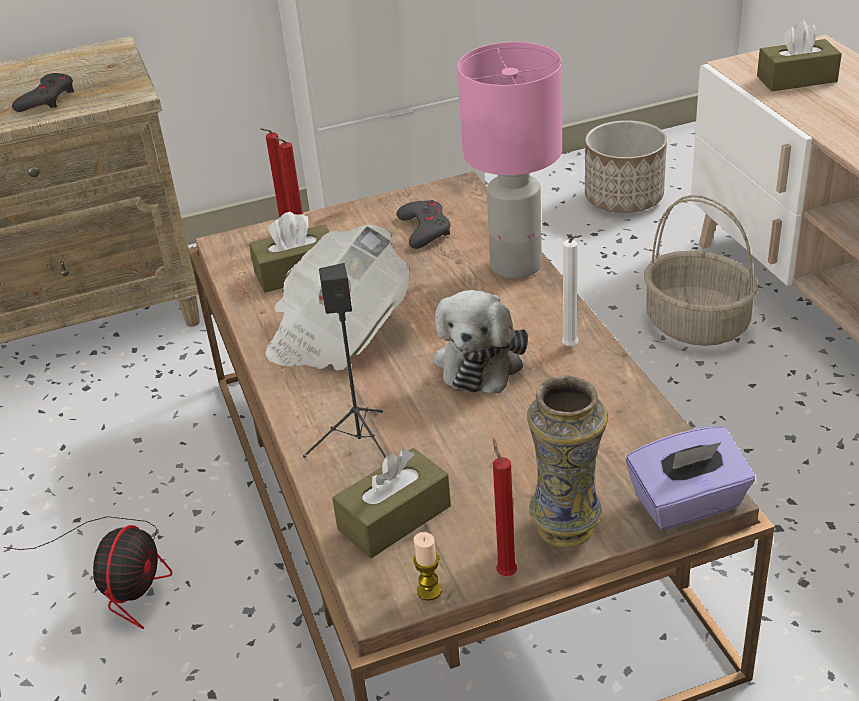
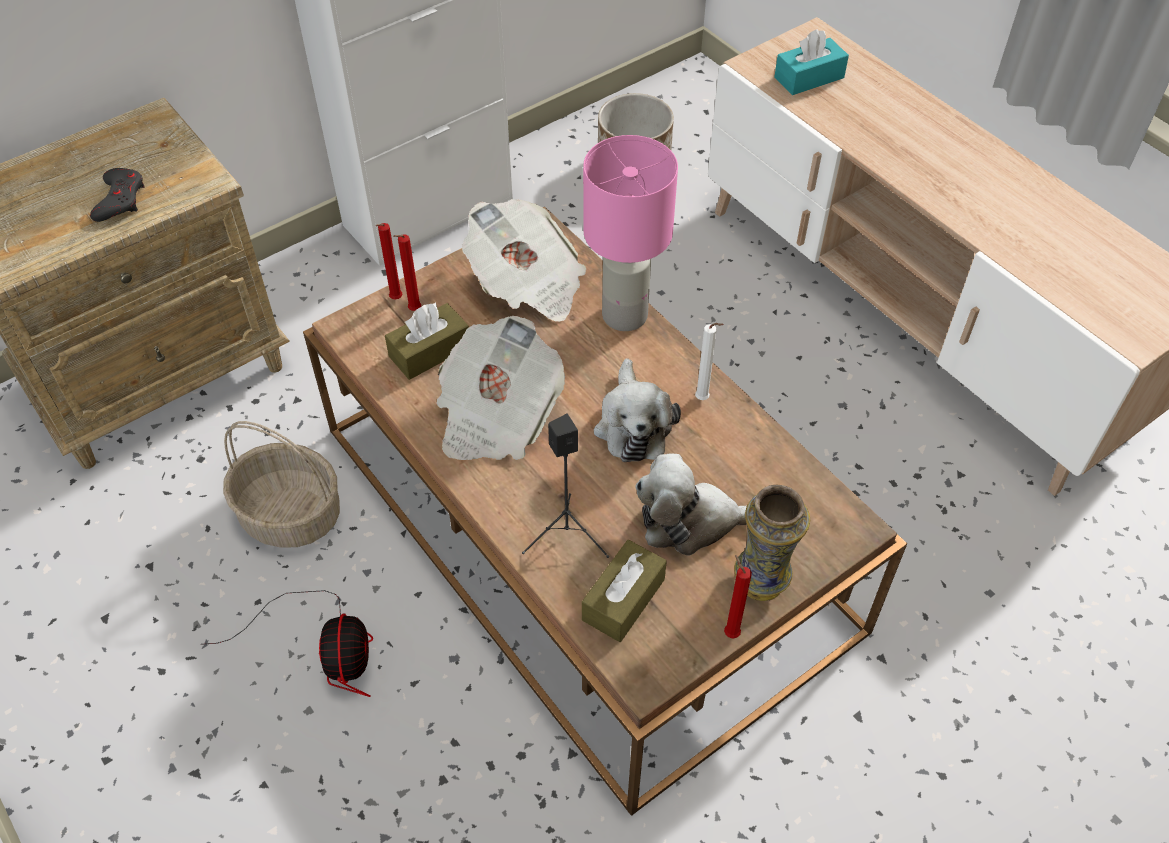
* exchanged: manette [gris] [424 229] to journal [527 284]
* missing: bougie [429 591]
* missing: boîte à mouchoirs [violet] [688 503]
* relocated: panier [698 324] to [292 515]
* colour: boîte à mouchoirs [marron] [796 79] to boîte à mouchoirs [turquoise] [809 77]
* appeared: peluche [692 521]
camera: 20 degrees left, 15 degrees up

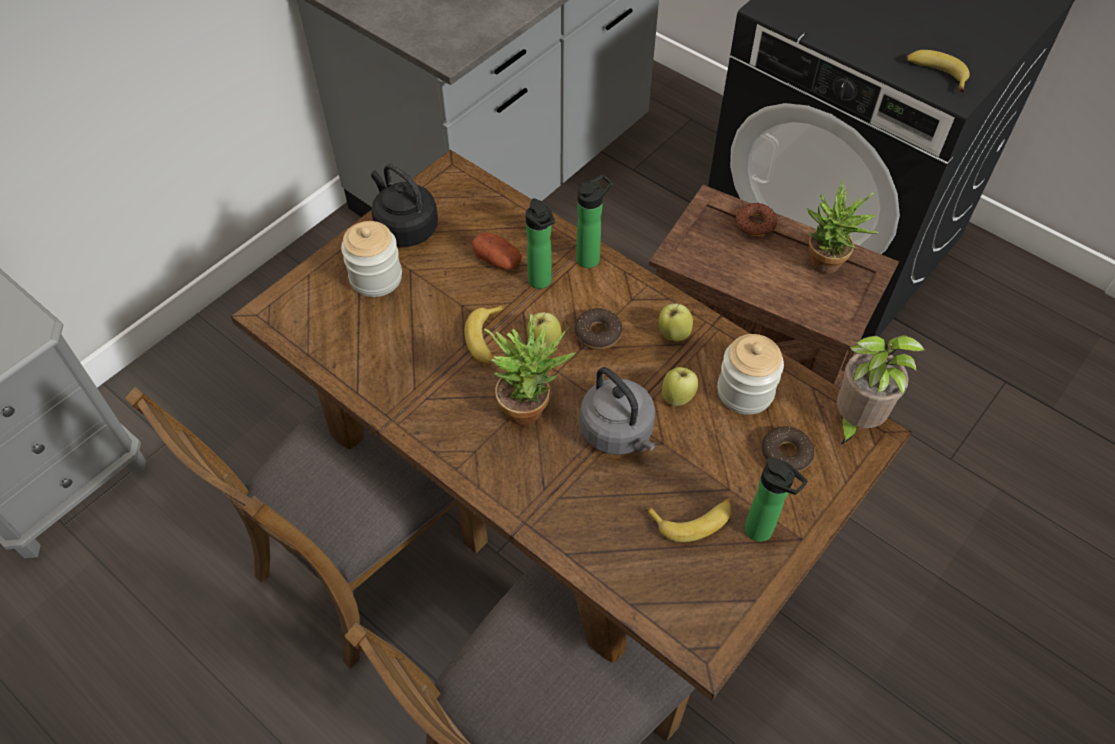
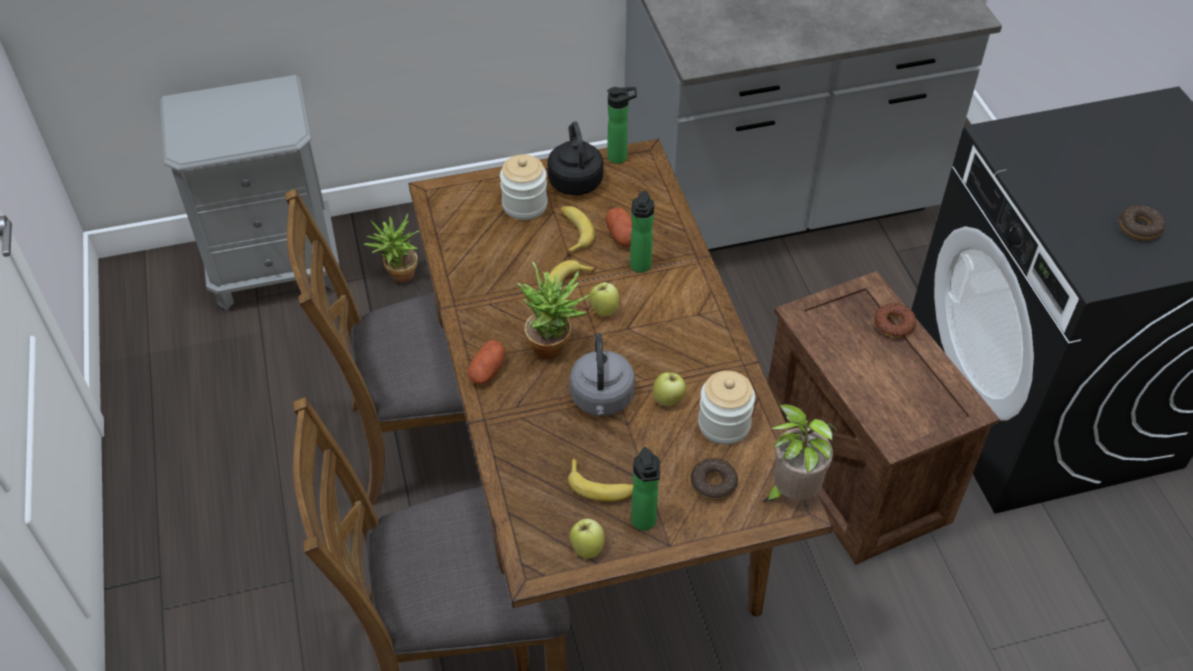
* relocated: beignet [598 334] to [1139 228]
* relocated: bouteille [591 258] to [620 157]
* relocated: pomme [673 334] to [587 548]
* relocated: plante en pot [826 267] to [399 277]
* relocated: banane [935 74] to [573 232]
* appeared: pomme de terre [487 371]
camera: 35 degrees right, 5 degrees down

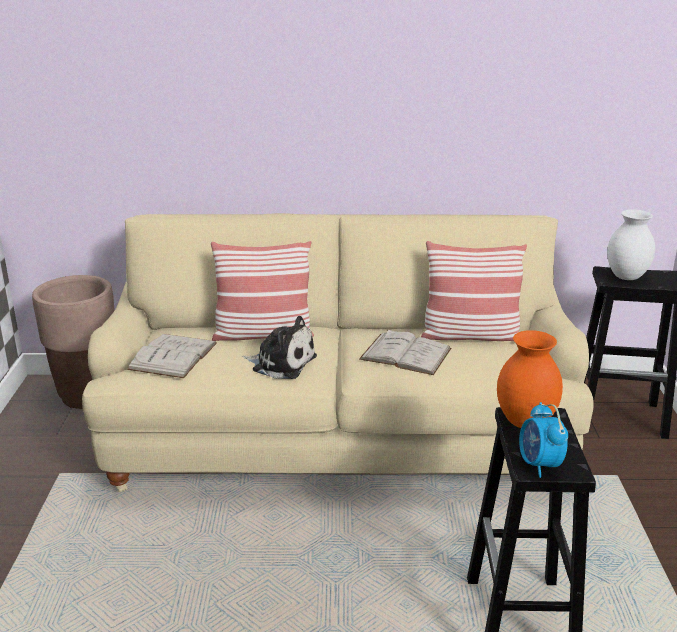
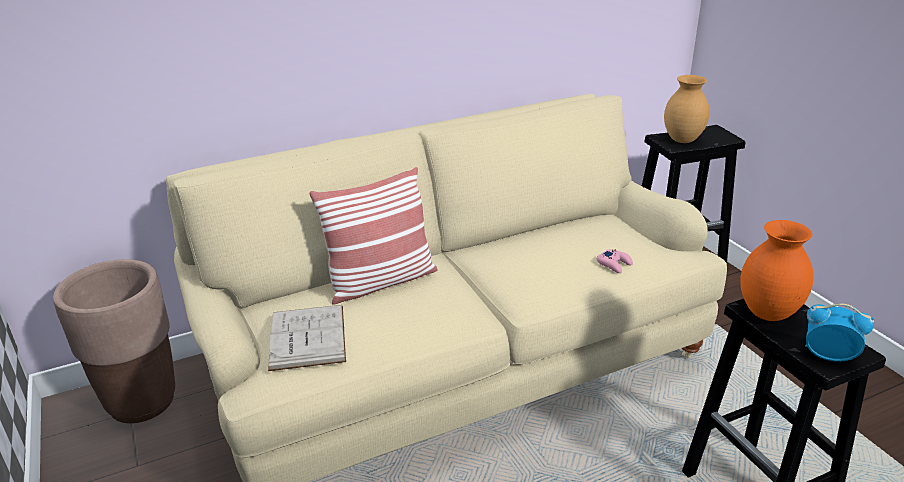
* missing: peluche [281 363]
* missing: livre [blanc] [405 354]
* missing: coussin [470 335]
* spun: réveil [539 465] = [827 356] 150 degrees clockwise
* colour: vase [blanc] [626 277] to vase [marron] [682 140]
* appeared: manette [rose] [614 264]
camera: 25 degrees left, 5 degrees up

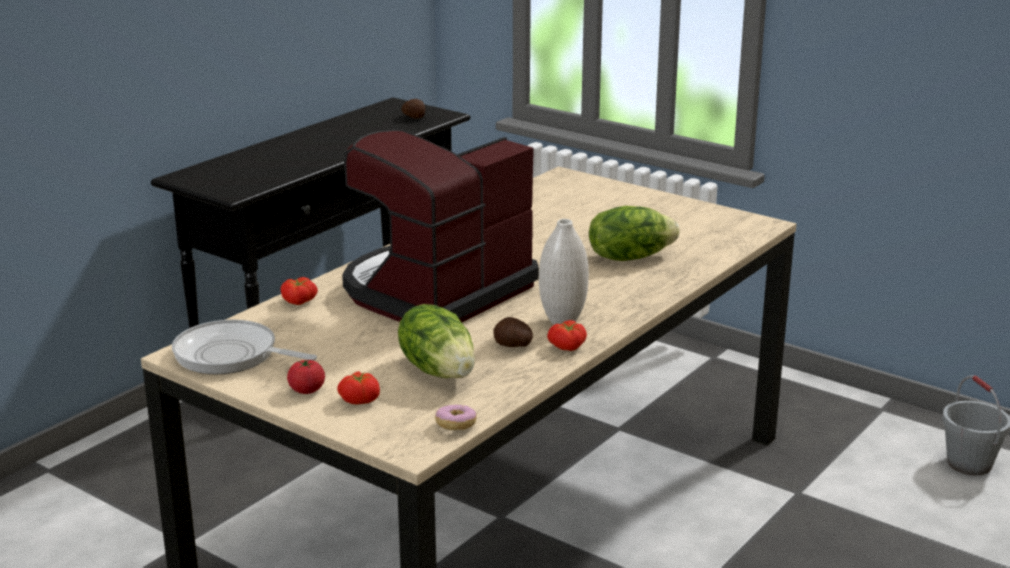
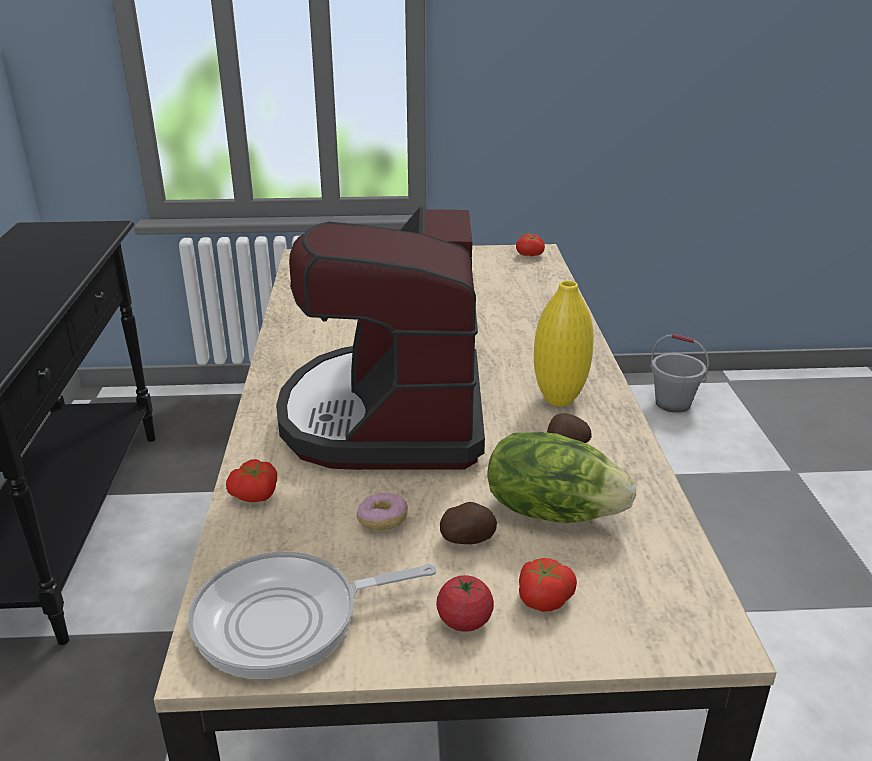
* relocated: pomme de terre [414 117] to [468 539]
* relocated: beignet [456 425] to [382 520]
* colour: vase [blanc] [562 322] to vase [jaune] [559 399]
* relocated: tomate [567 348] to [530 255]
* missing: laitue [629 257]
camera: 40 degrees left, 5 degrees up

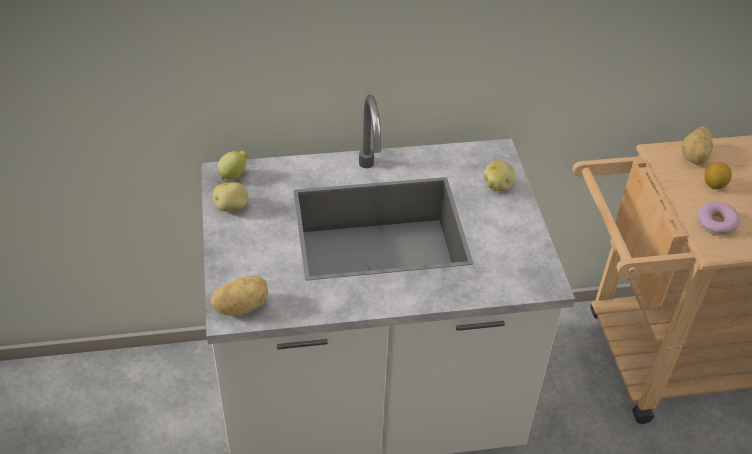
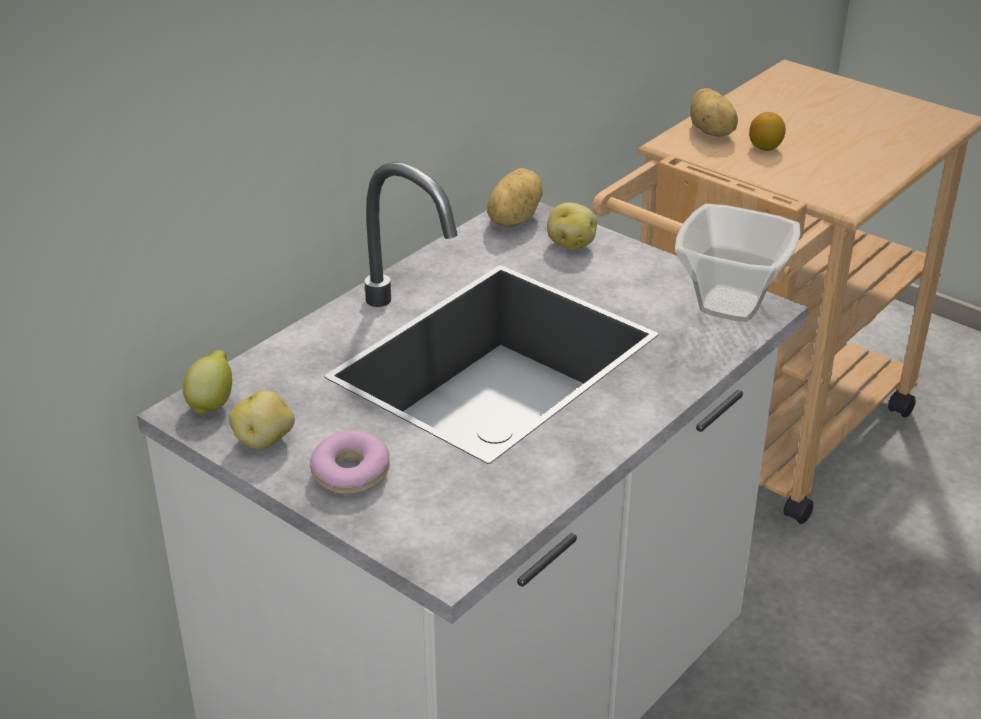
* relocated: pomme de terre [241 306] to [512 219]
* relocated: beignet [716 224] to [350 473]
* appeared: bol [729 303]
camera: 40 degrees left, 10 degrees down

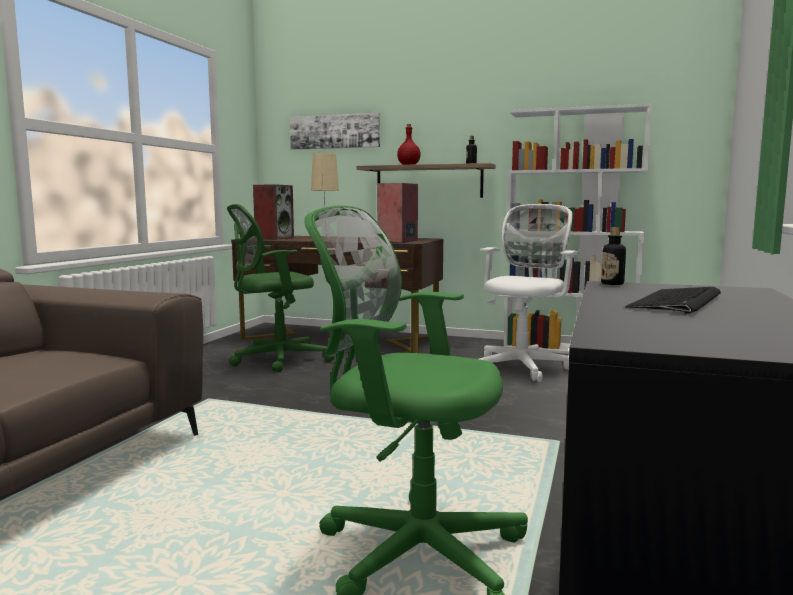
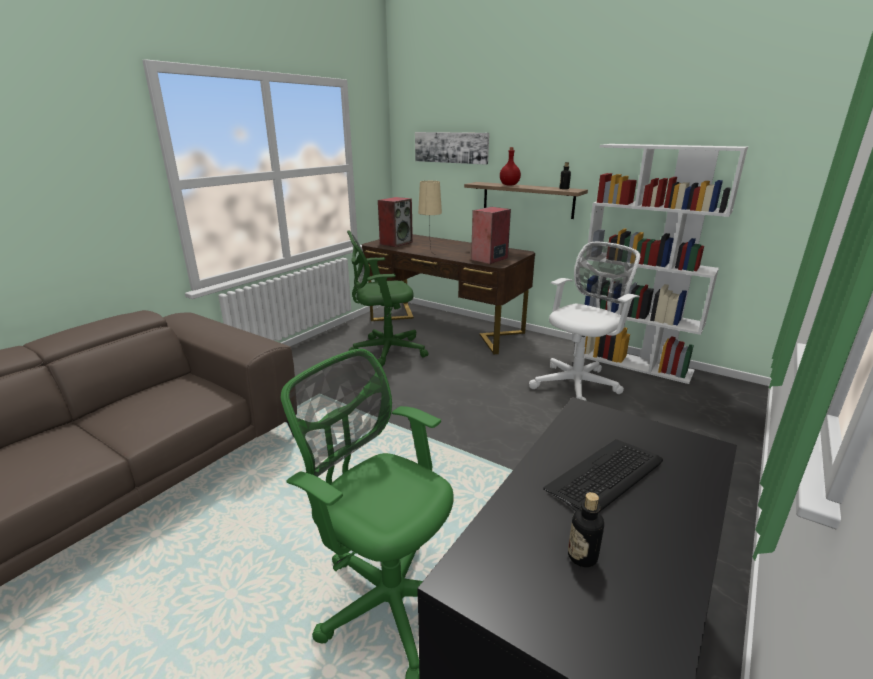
* relocated: bouteille [612 284] to [582 556]
camera: 15 degrees right, 15 degrees up

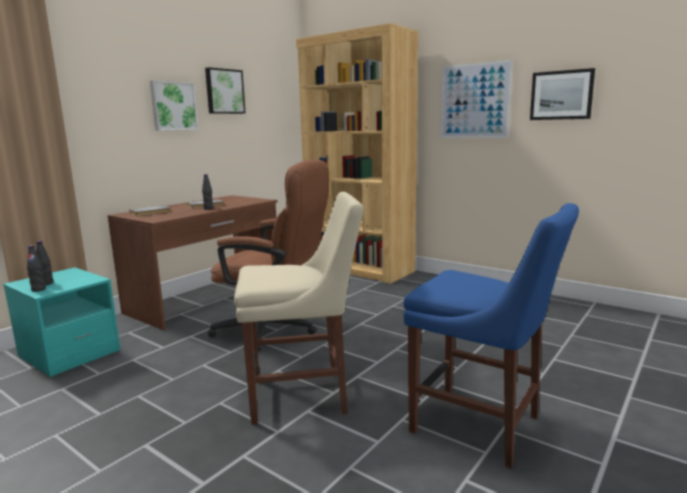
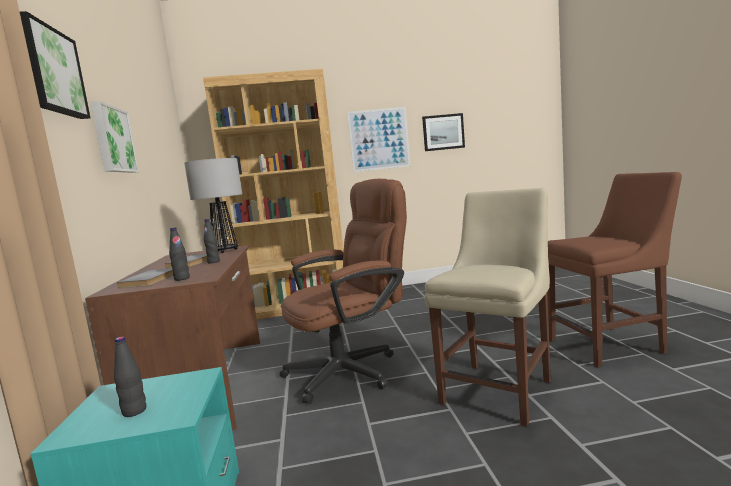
* relocated: bouteille [noir] [38 289] to [182 279]
* relocated: tableau [224 91] to [51 71]
* colour: chaise [bleu] [481 426] to chaise [marron] [609 345]
* appeared: lampe de table [225 251]
camera: 45 degrees left, 5 degrees down

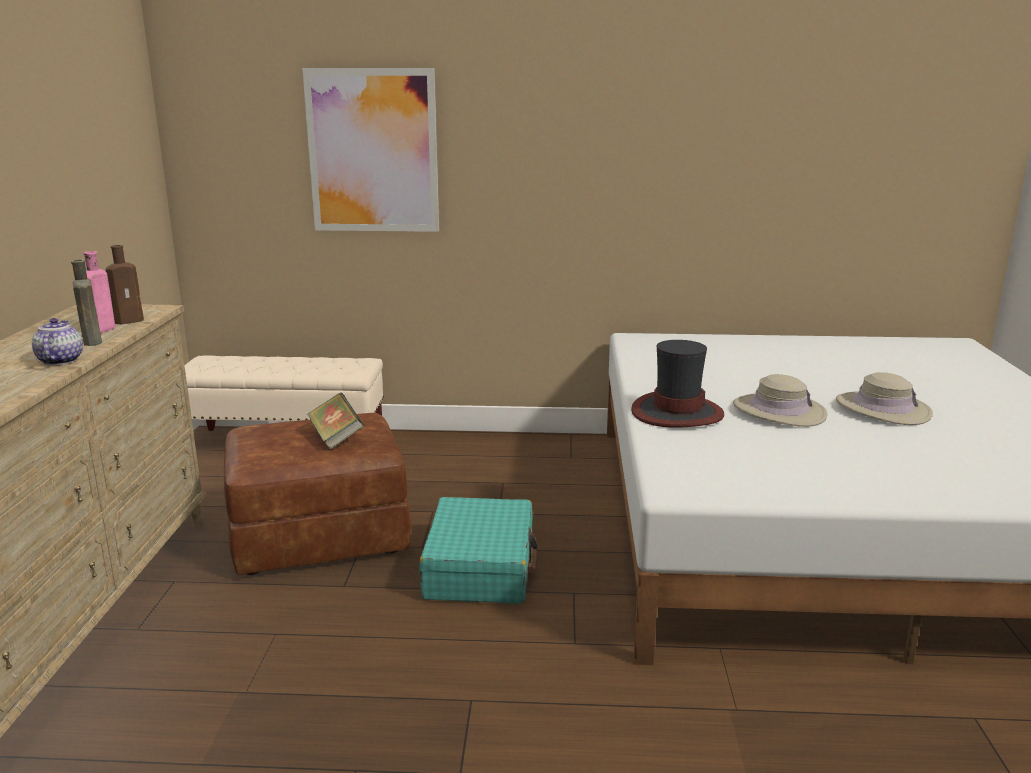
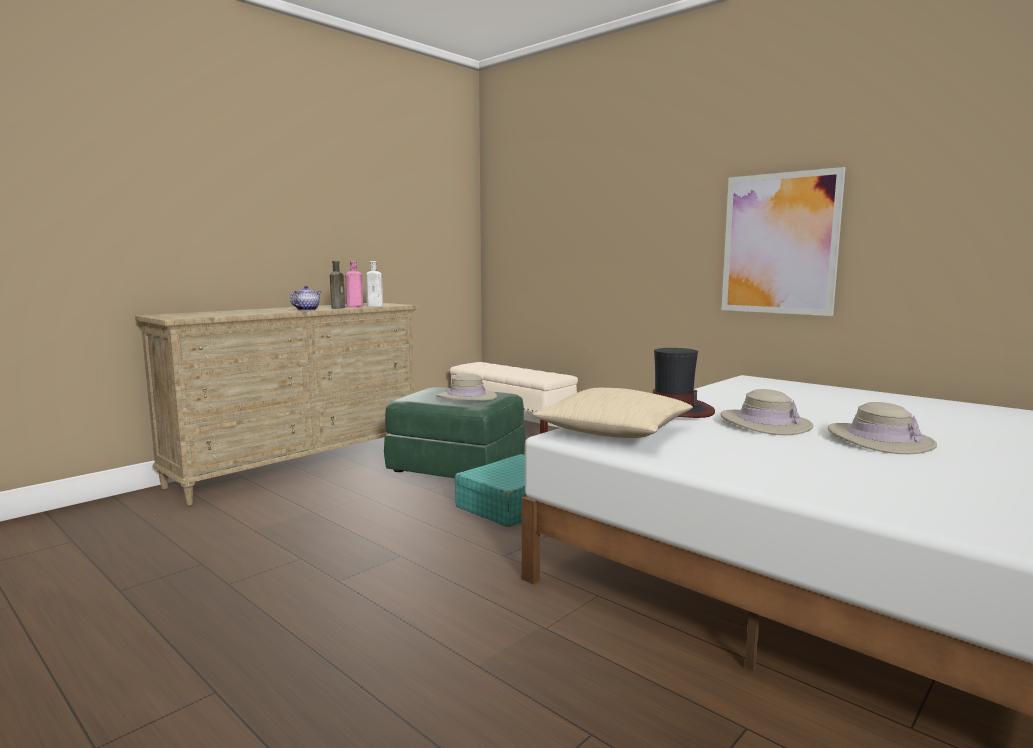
* colour: bouteille [marron] [131 321] to bouteille [blanc] [376 306]
* colour: pouf [marron] [320 534] to pouf [vert] [458 466]
* relocated: tableau [373 151] to [779 244]
* exchanged: livre [336 438] to chapeau [beige] [466 397]
* appeared: coussin [beige] [615 431]
camera: 40 degrees right, 10 degrees down

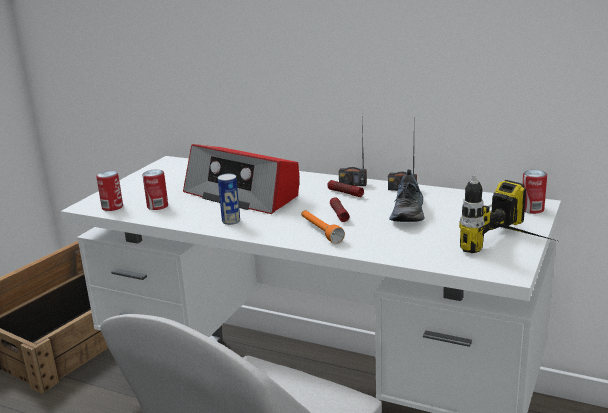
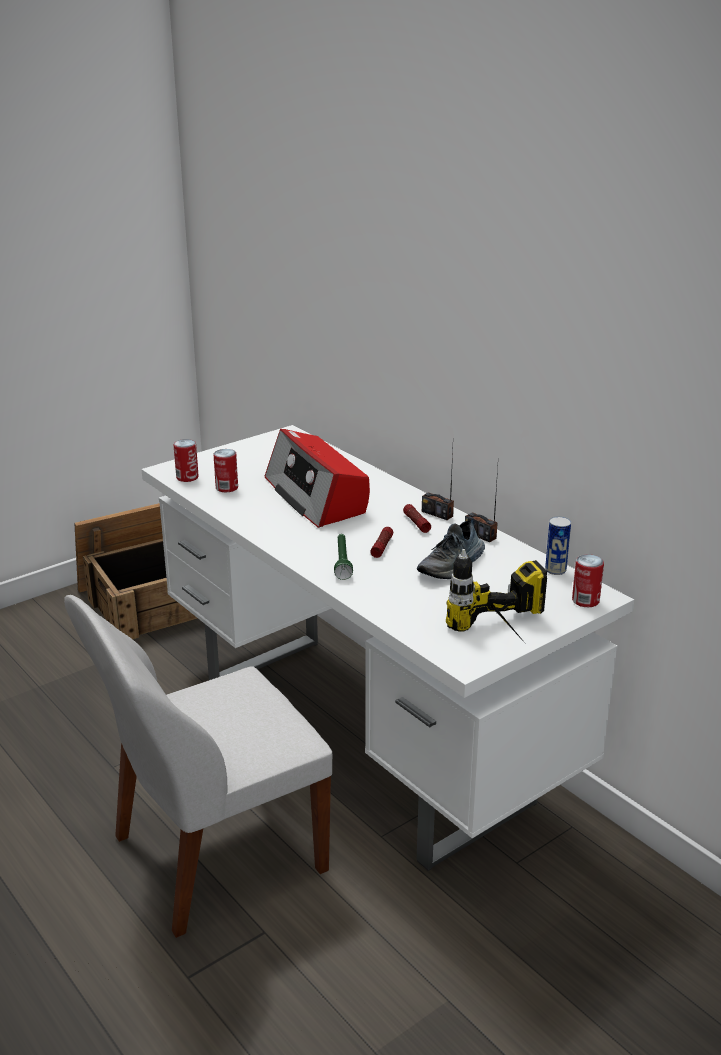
* relocated: boîte métallique [231 221] to [555 570]
* colour: lampe de poche [orange] [320 231] to lampe de poche [vert] [342 561]
camera: 25 degrees right, 5 degrees up

